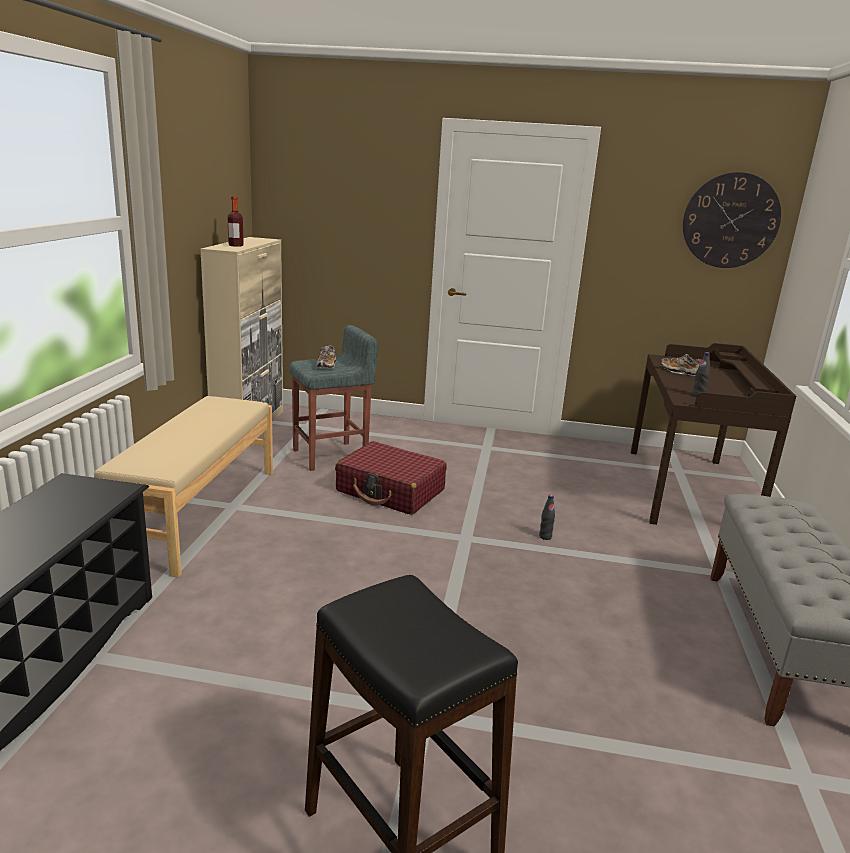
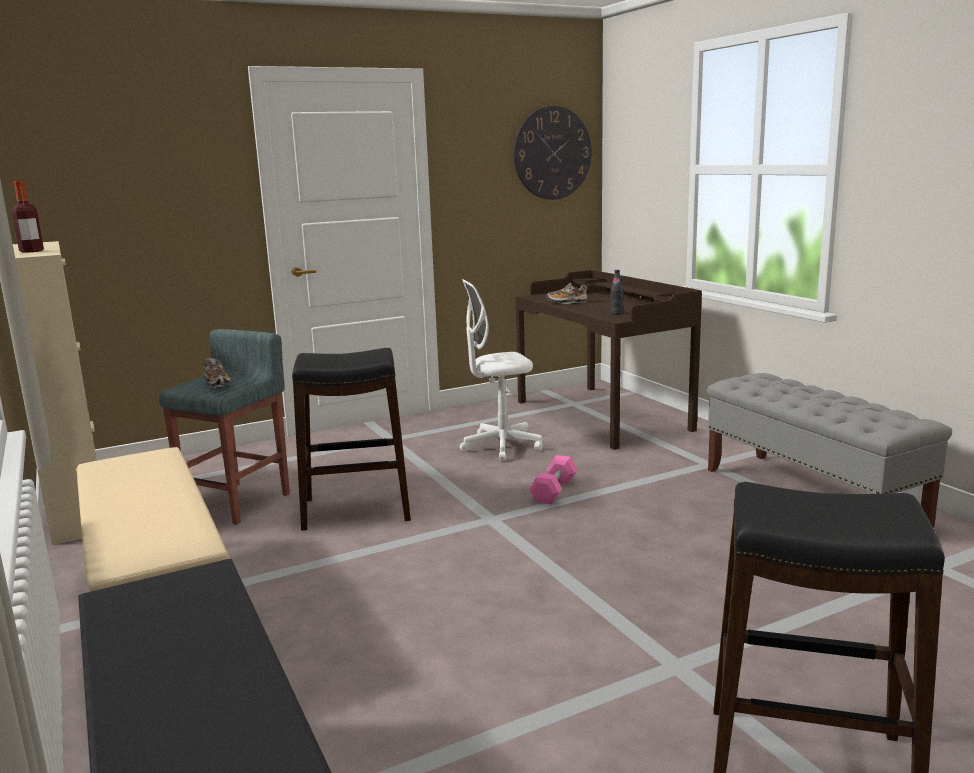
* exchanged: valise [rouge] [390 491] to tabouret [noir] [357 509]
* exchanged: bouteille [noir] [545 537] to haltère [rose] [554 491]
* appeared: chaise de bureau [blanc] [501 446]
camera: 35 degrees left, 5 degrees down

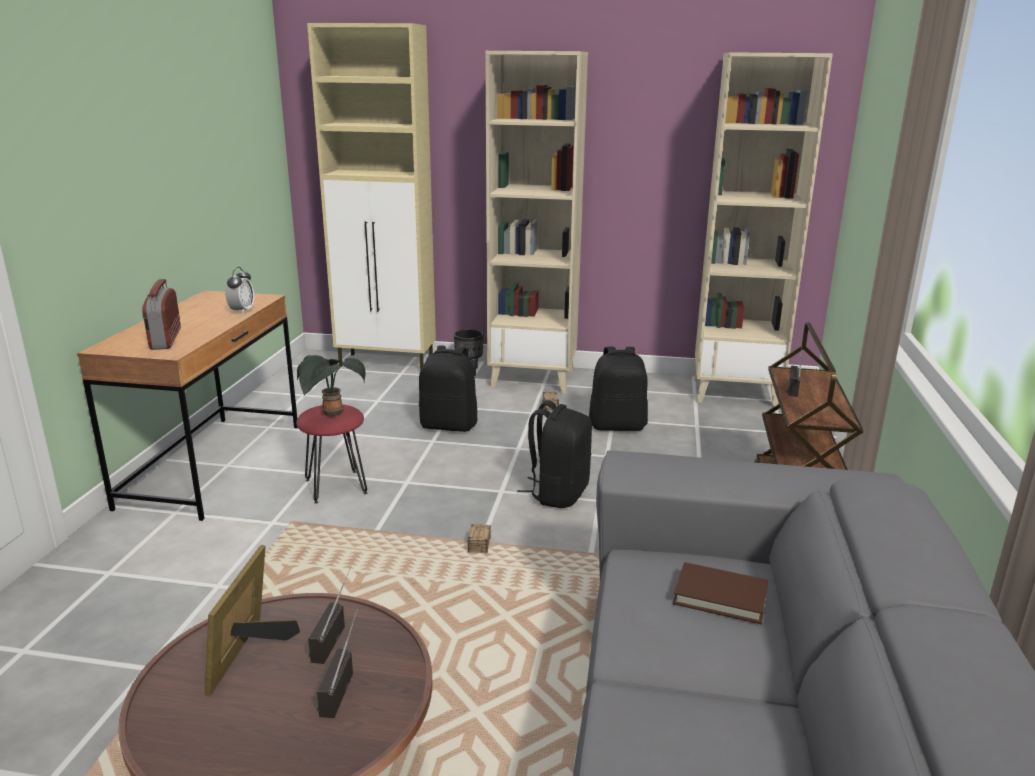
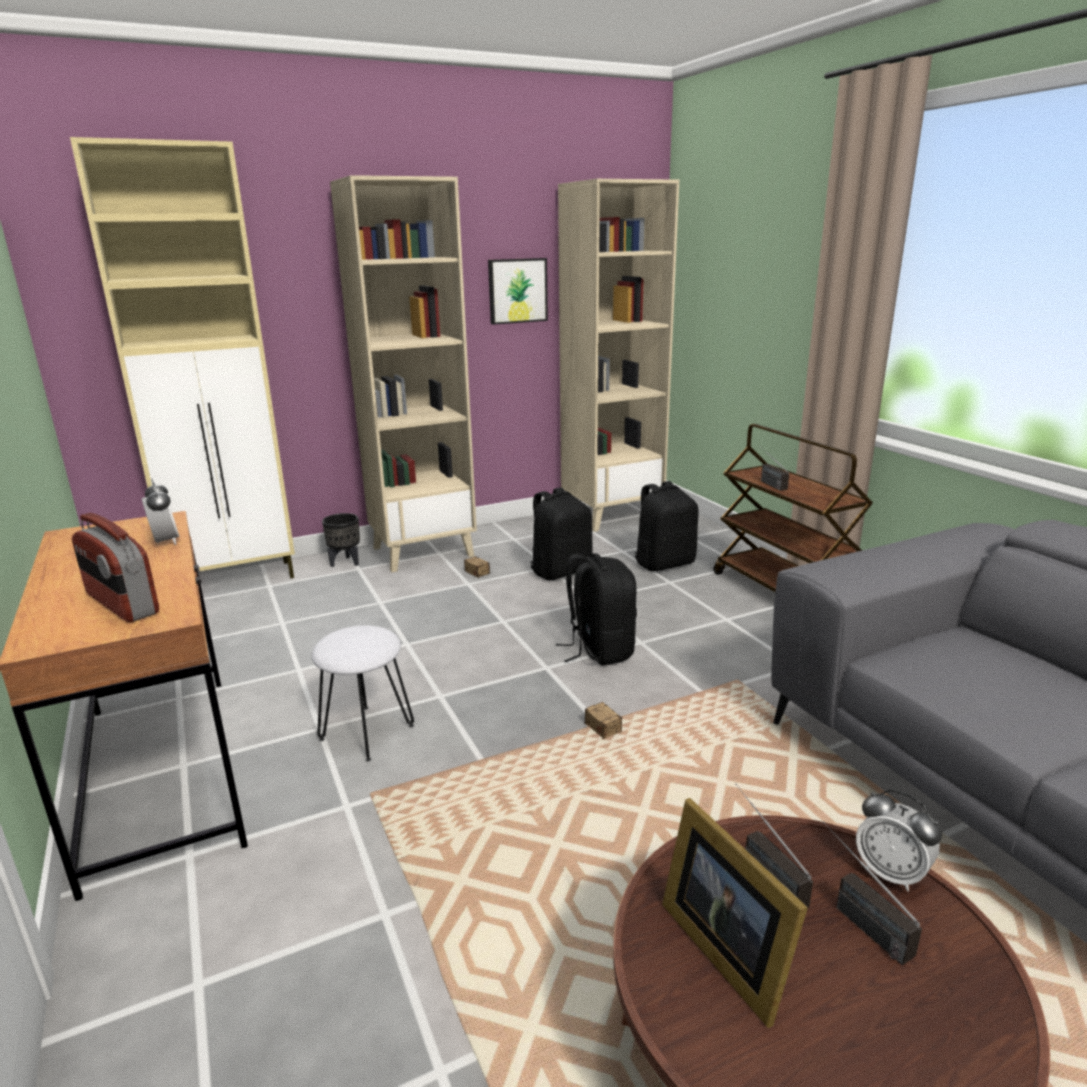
* colour: tabouret [rouge] [336 487] to tabouret [blanc] [367 732]
* missing: plante en pot [331 415]
* relocated: sac à dos [noir] [449 425] to [664 563]
* missing: livre [marron] [720 597]
* appeared: tableau [517 290]
* appeared: réveil [891 873]
camera: 35 degrees left, 0 degrees up

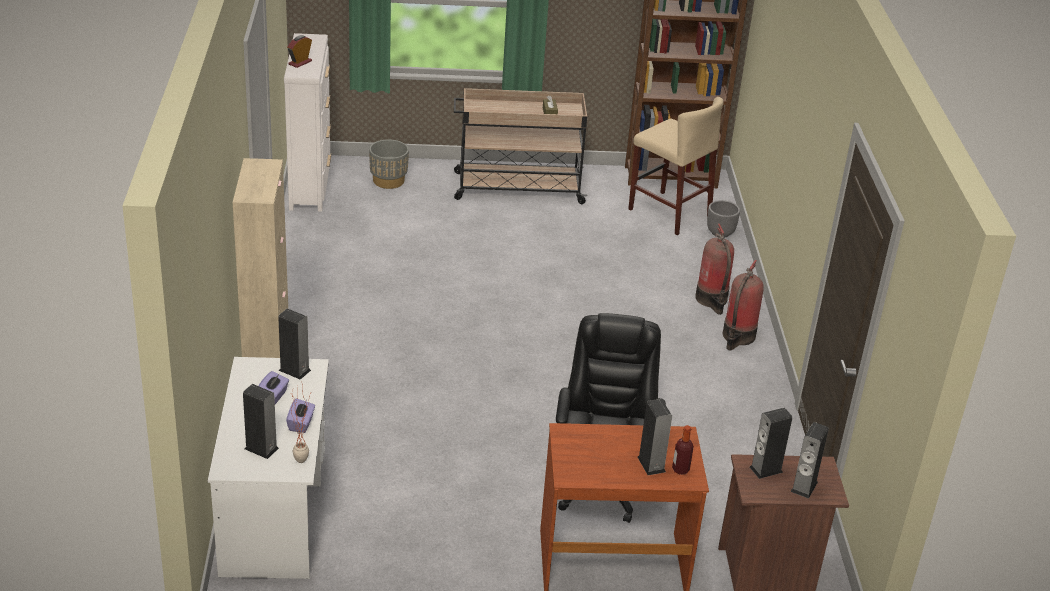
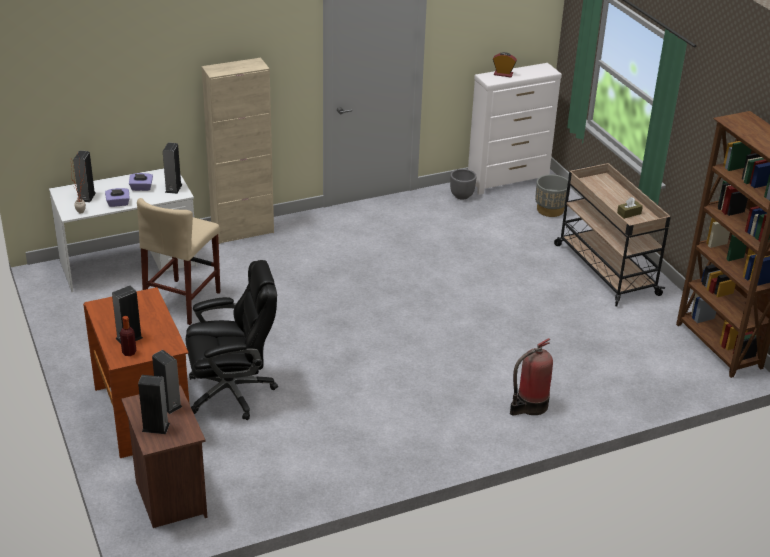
* relocated: tabouret [beige] [669 213] to [182 301]
* relocated: cache-pot [gris] [720 233] to [462 196]
* missing: extincteur [737 337]
camera: 70 degrees right, 0 degrees up

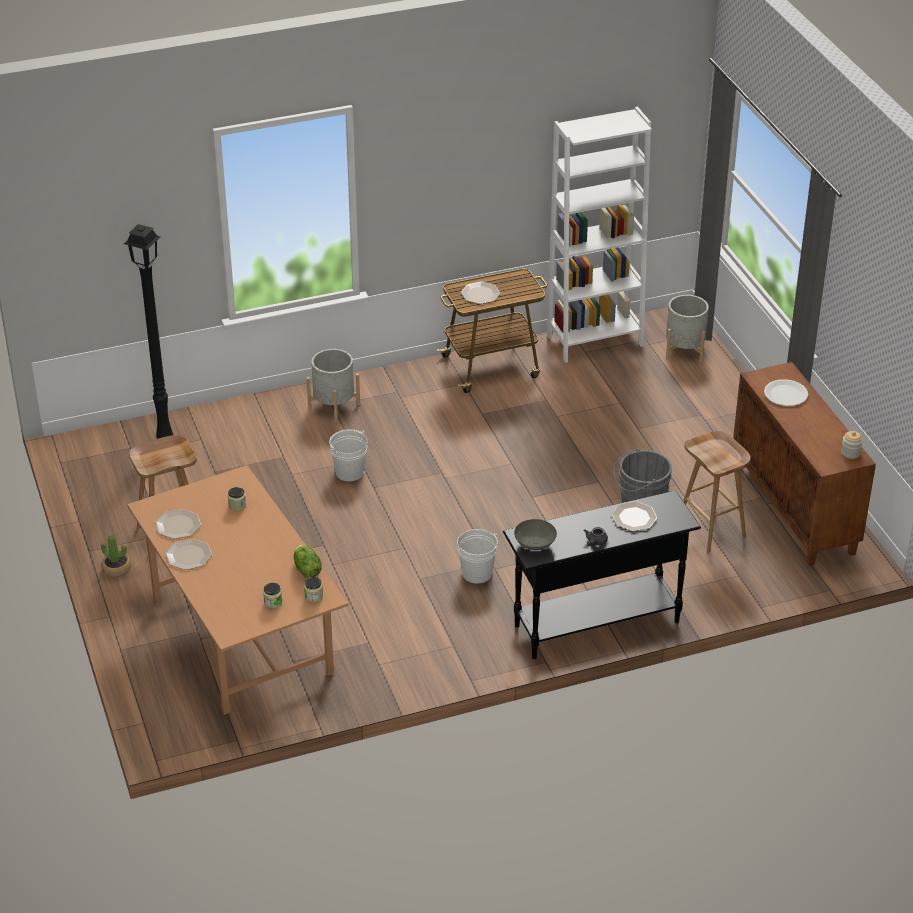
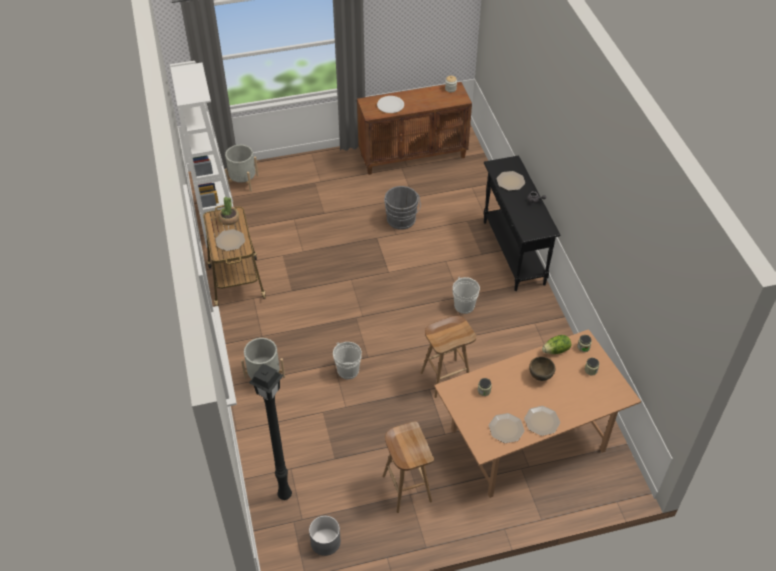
* relocated: plante en pot [116 569] to [229 219]
* missing: bol [gris] [535 544]
* relocated: tabouret [marron] [712 529] to [446 377]
* appeared: cache-pot [gris] [325 542]
* appeared: bol [marron] [540 376]
camera: 85 degrees left, 10 degrees up

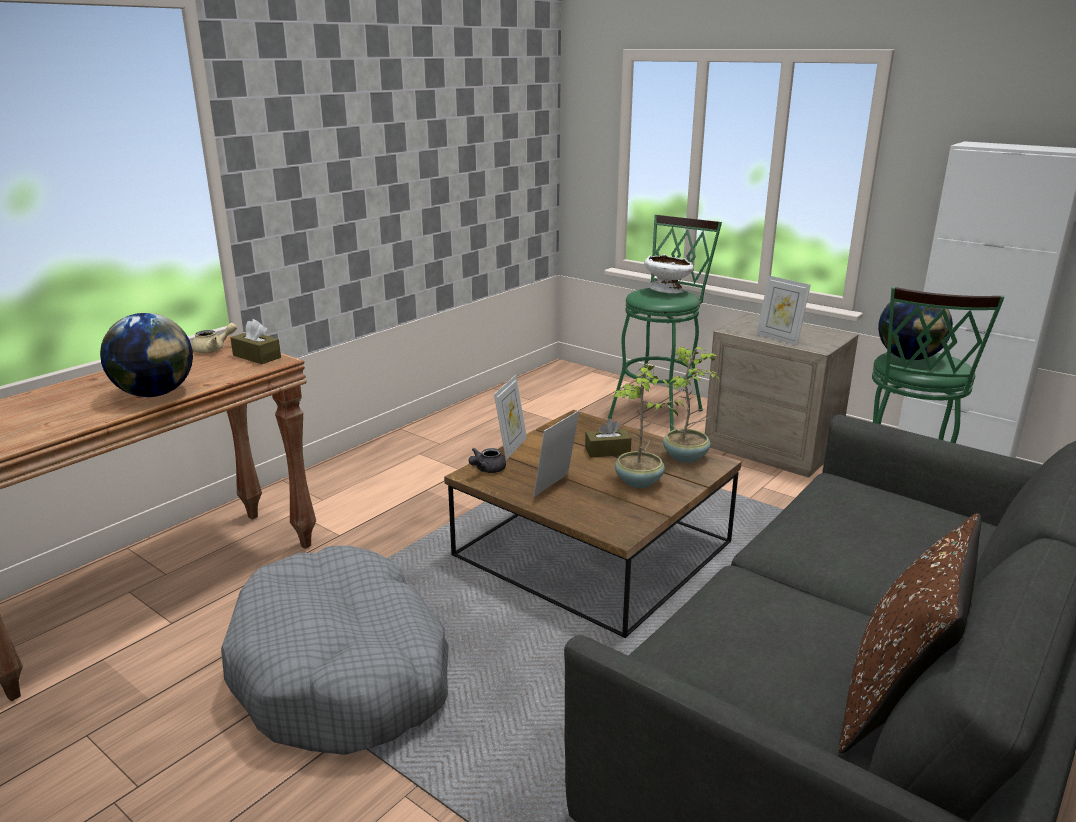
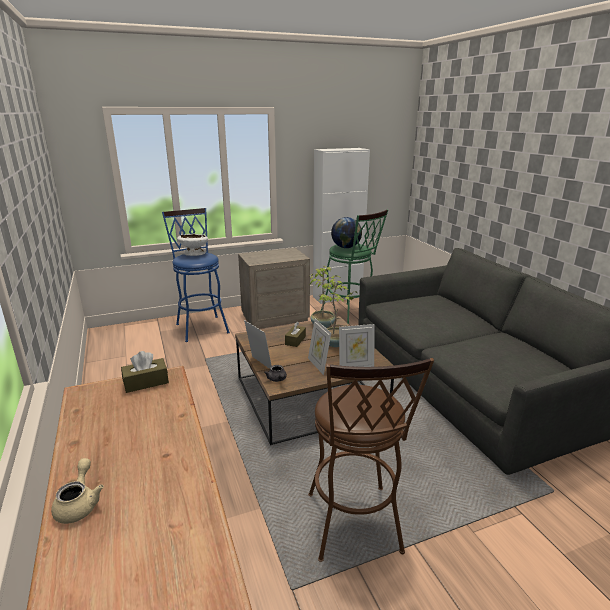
* missing: globe [155 393]
* relocated: théière [beige] [213 349] to [79 503]
* exchanged: panier pour chien [gris] [343 672] to tabouret [marron] [354 530]
* colour: tabouret [vert] [659 411] to tabouret [bleu] [201 326]
* relocated: cadre photo [779 338] to [355 366]
* missing: coussin [marron] [896 700]
camera: 60 degrees left, 0 degrees up

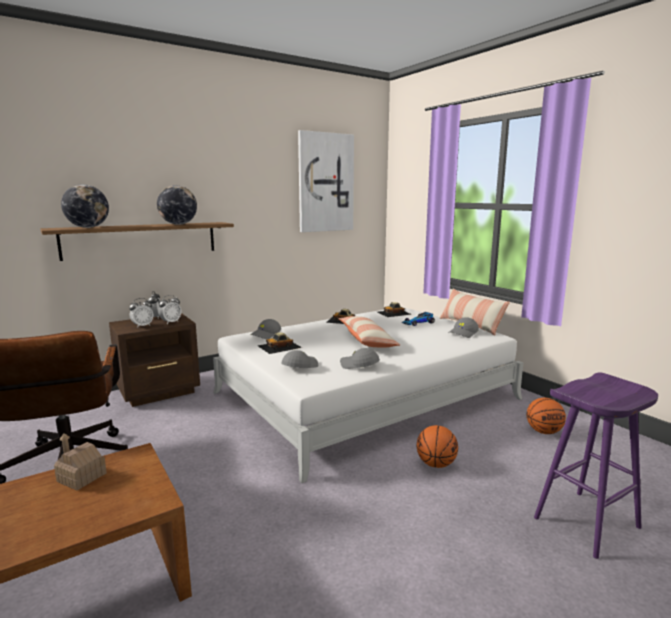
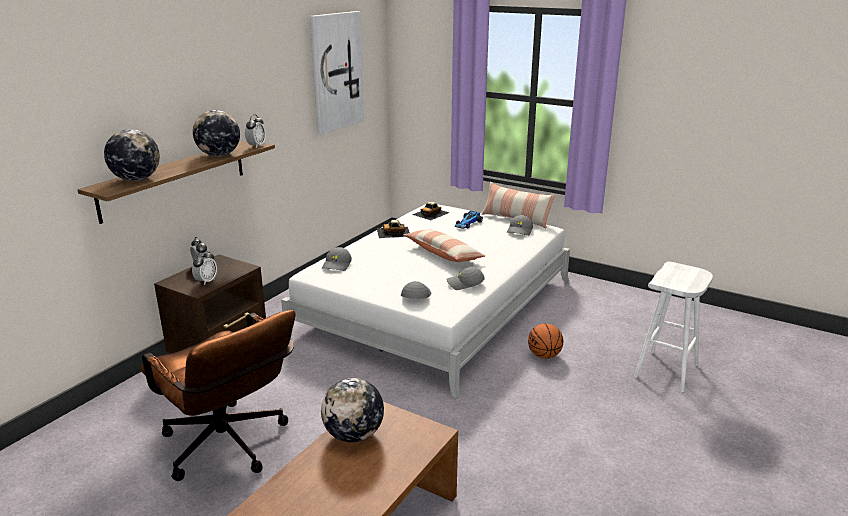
* exchanged: maison miniature [81 477] to globe [354 435]
* relocated: réveil [171 322] to [256 146]
* missing: petite voiture [279 346]
* missing: ballon de basket [544 432]
* colour: tabouret [violet] [587 523] to tabouret [blanc] [666 371]
camera: 25 degrees left, 10 degrees up

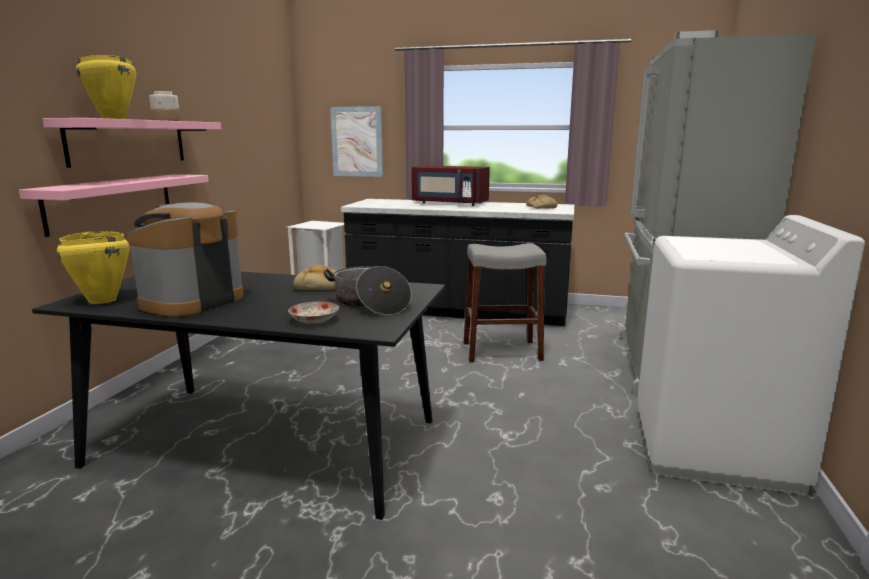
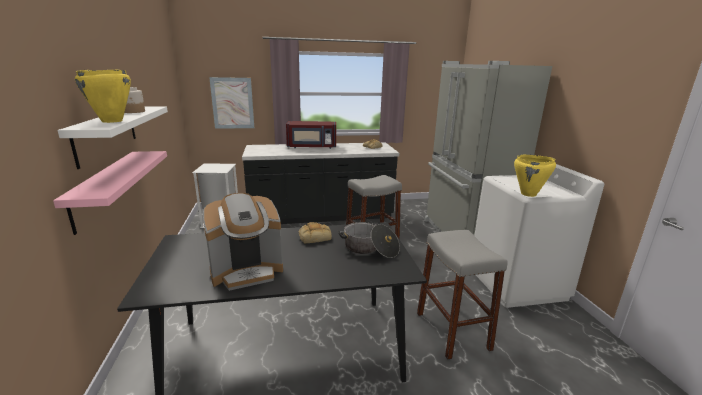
* colour: étagère [rose] [129 142] to étagère [blanc] [106 133]
* relocated: marmite [jaune] [102 300] to [528 194]
* spun: machine à café [192 301] = [247 271] 120 degrees counterclockwise
* missing: assiette [314 320]
* appeared: tabouret [gris] [452 331]
camera: 25 degrees left, 5 degrees up

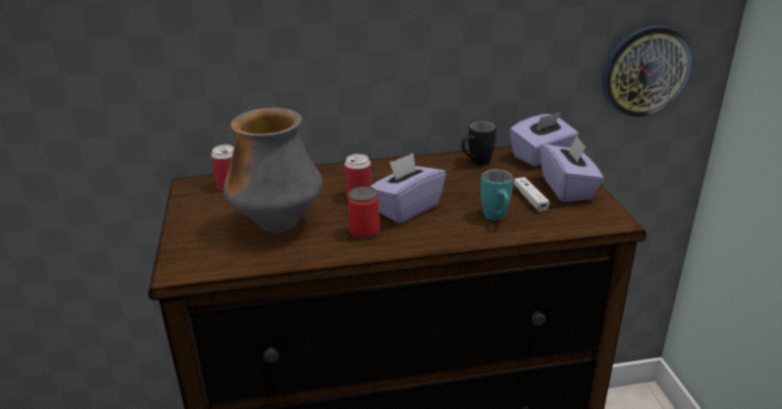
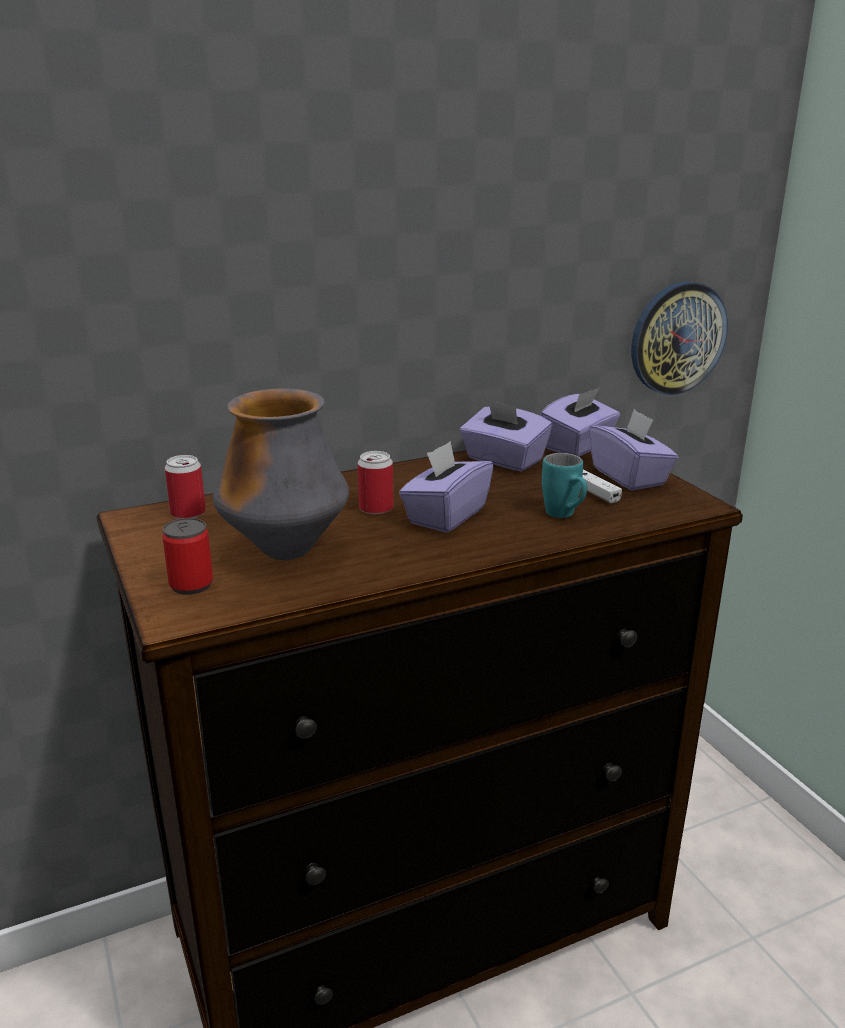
* relocated: boîte métallique [364 232] to [191 585]
* exchanged: mug [noir] [475 163] to boîte à mouchoirs [violet] [503 460]
camera: 15 degrees left, 5 degrees down

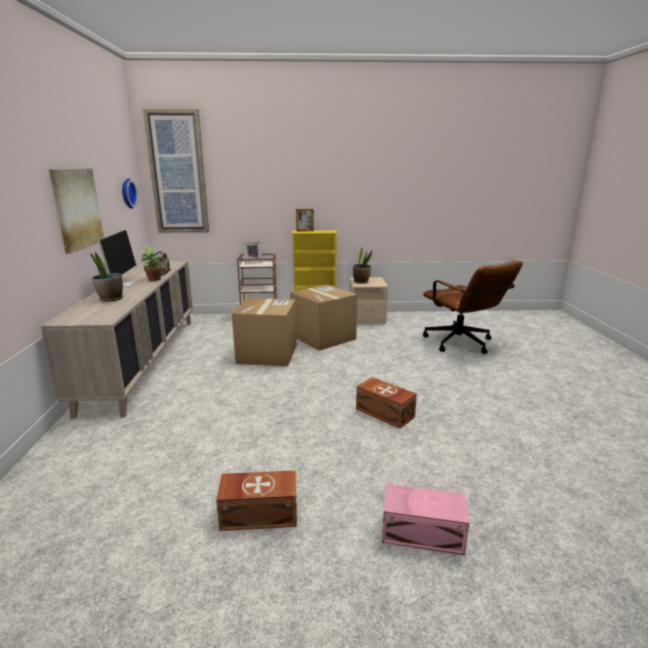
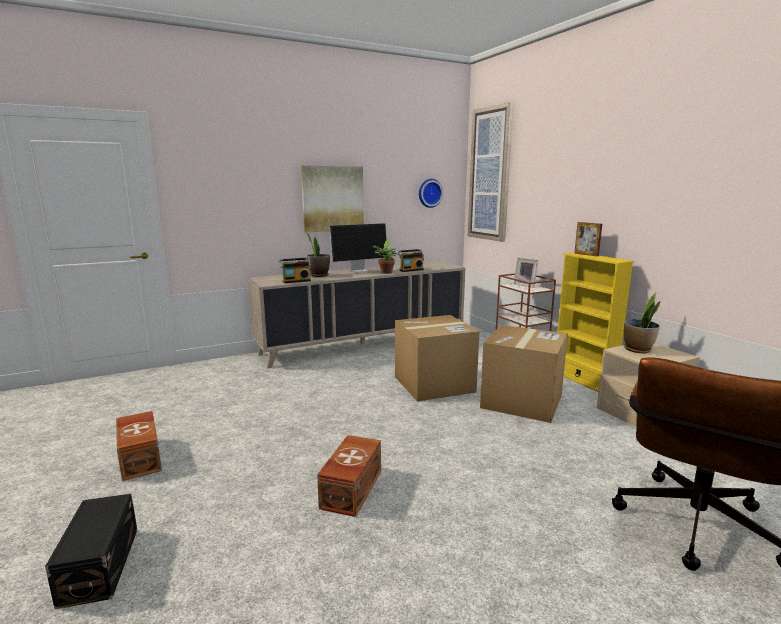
* colour: boîte de rangement [rose] [421 532] to boîte de rangement [noir] [102 564]
* appeared: radio [296 281]
camera: 65 degrees right, 5 degrees down

